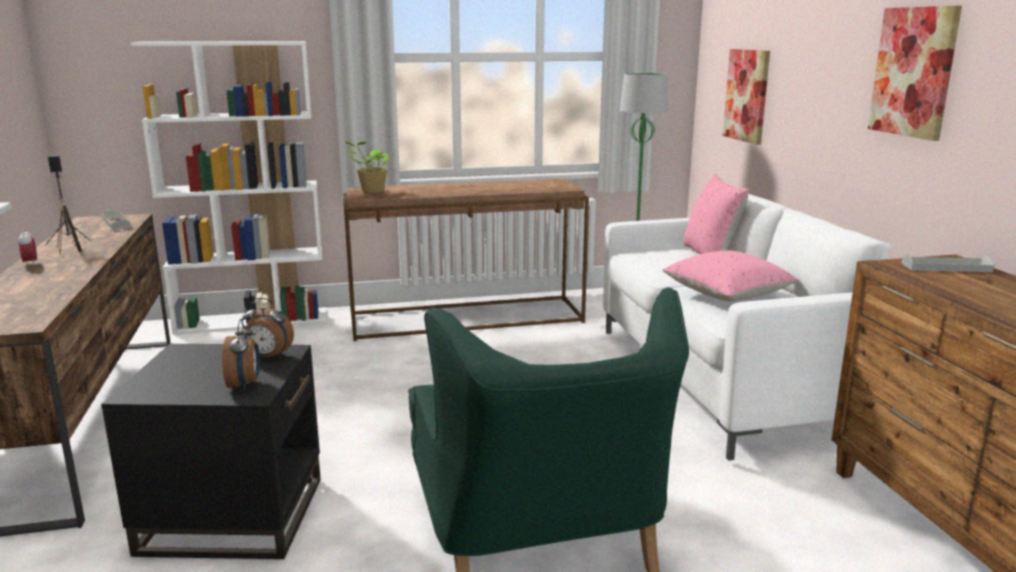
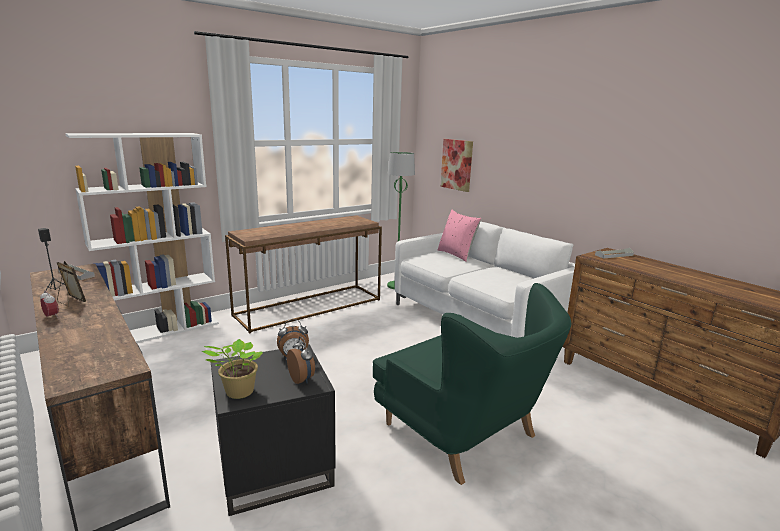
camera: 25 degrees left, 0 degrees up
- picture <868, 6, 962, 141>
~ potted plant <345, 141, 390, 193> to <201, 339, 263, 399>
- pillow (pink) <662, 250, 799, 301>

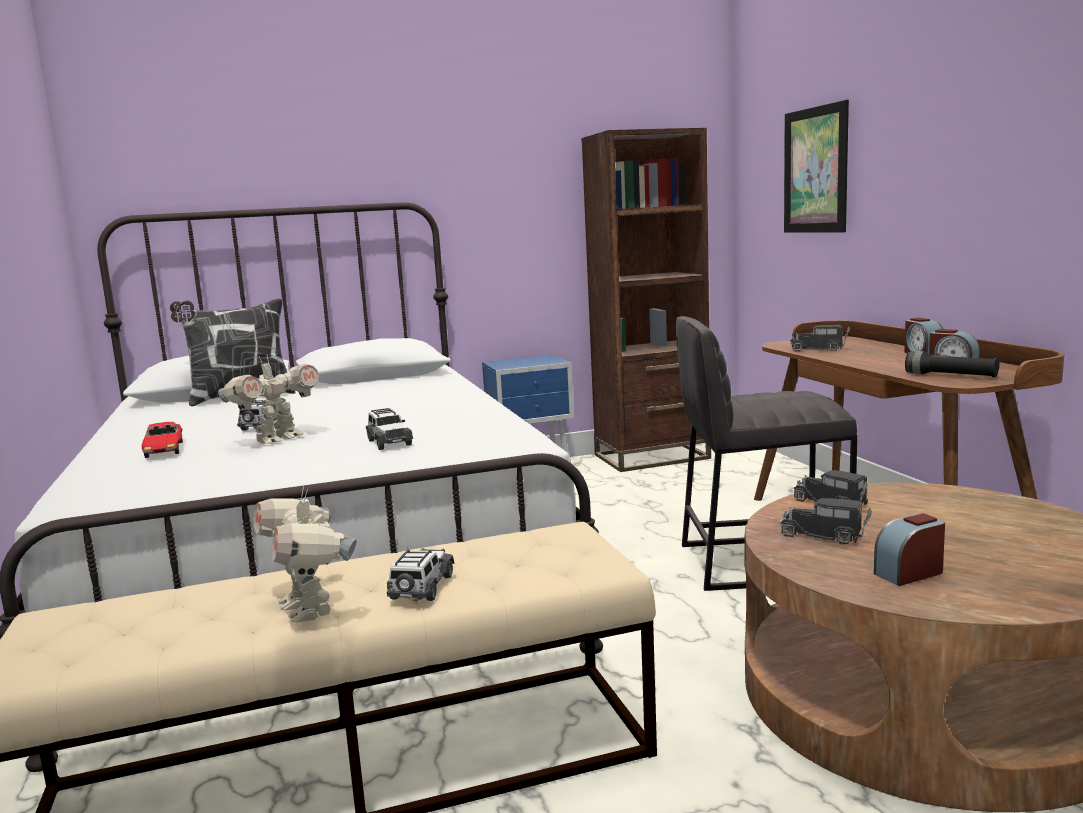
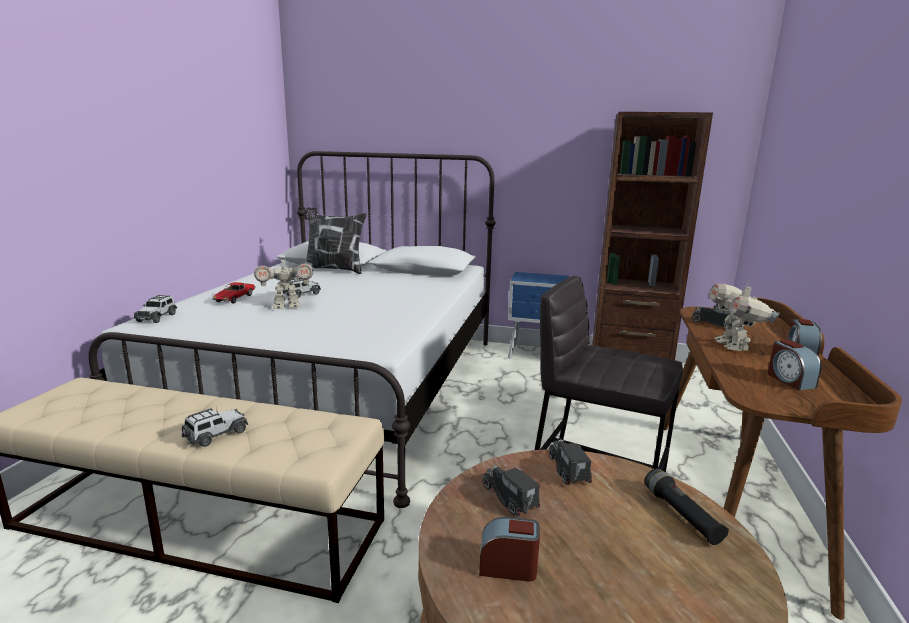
camera: 30 degrees right, 5 degrees up
- picture <784, 100, 849, 233>
~ flashlight (black) <905, 351, 1000, 378> to <645, 468, 729, 545>
~ toy car <366, 407, 413, 450> to <134, 295, 177, 323>
~ toy robot <253, 486, 357, 623> to <709, 281, 780, 351>

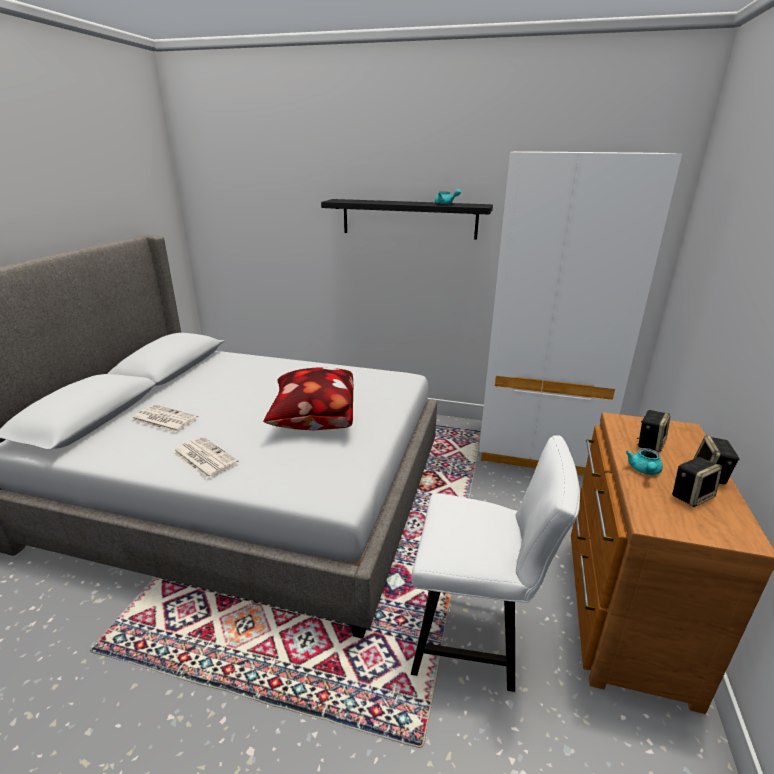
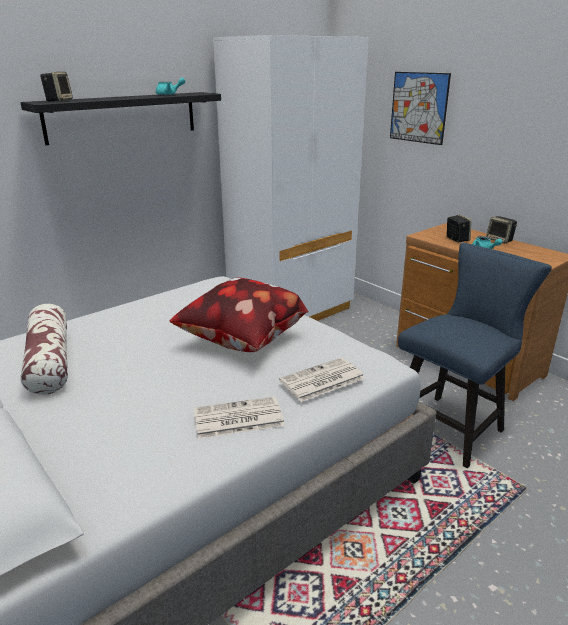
camera: 55 degrees left, 0 degrees up
~ newspaper <132, 404, 198, 433> to <279, 358, 365, 402>
~ chair (white) <411, 435, 580, 692> to chair (blue) <398, 242, 552, 469>
~ speaker <672, 457, 722, 507> to <40, 72, 73, 102>
+ picture <390, 72, 451, 145>
+ pillow <20, 304, 68, 395>

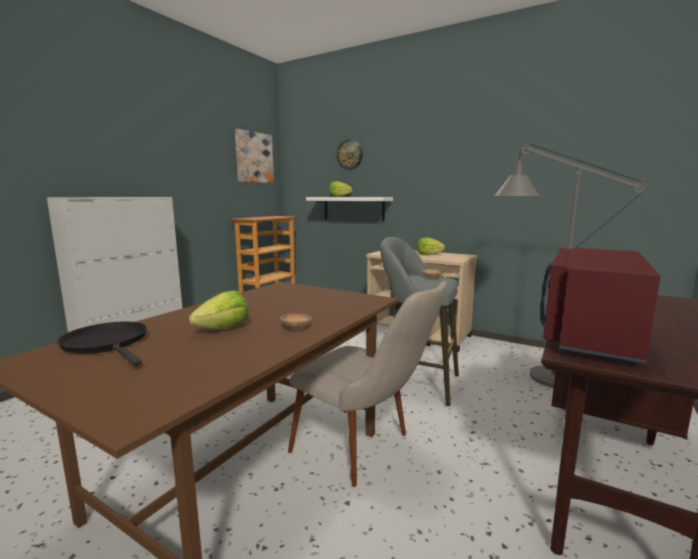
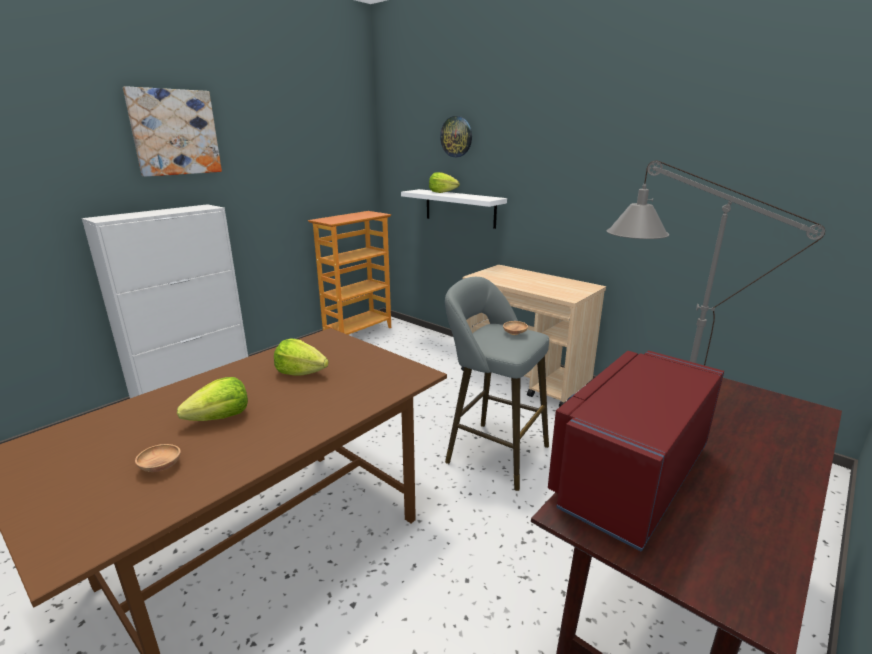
camera: 10 degrees right, 10 degrees up
~ picture <235, 129, 274, 183> to <123, 86, 222, 177>
~ lettuce <417, 237, 445, 255> to <274, 338, 329, 376>
- chair (beige) <288, 281, 447, 487>
~ bowl (brown) <280, 314, 312, 329> to <135, 444, 181, 472>
- frying pan (black) <57, 321, 147, 366>

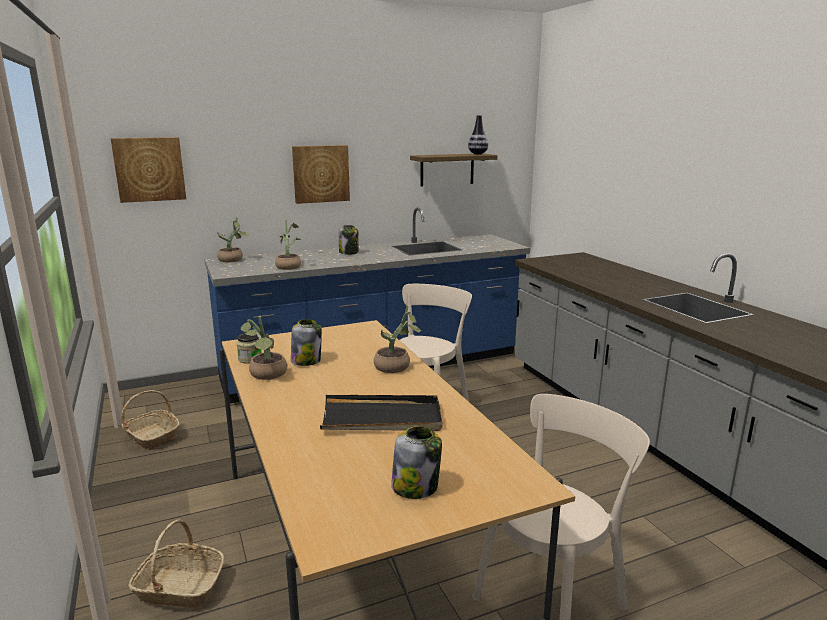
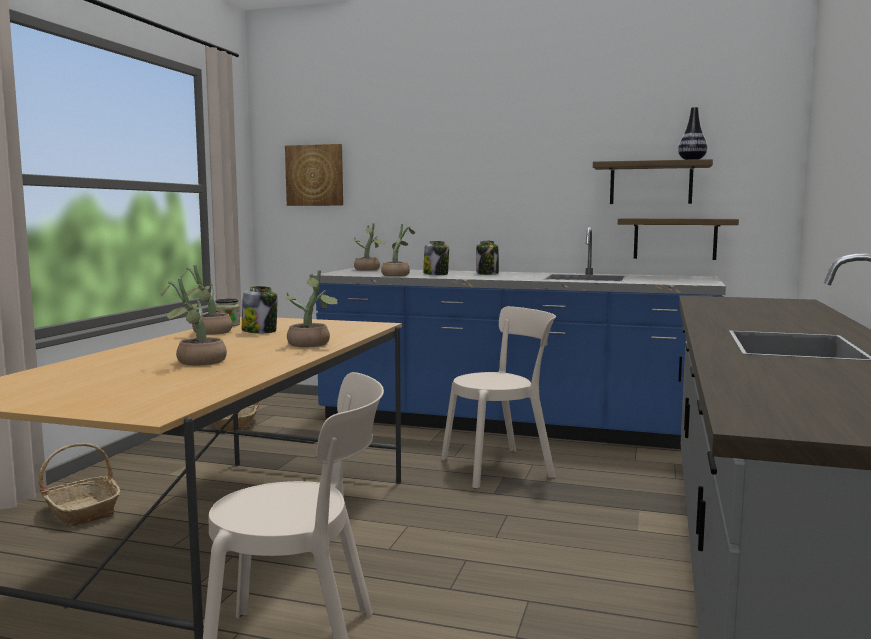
camera: 40 degrees right, 10 degrees down
- picture <292, 145, 350, 204>
~ tray (black) <320, 395, 443, 431> to potted plant <161, 278, 227, 366>
~ jar <391, 426, 442, 499> to <423, 241, 449, 275>
+ shelf <618, 219, 739, 260>

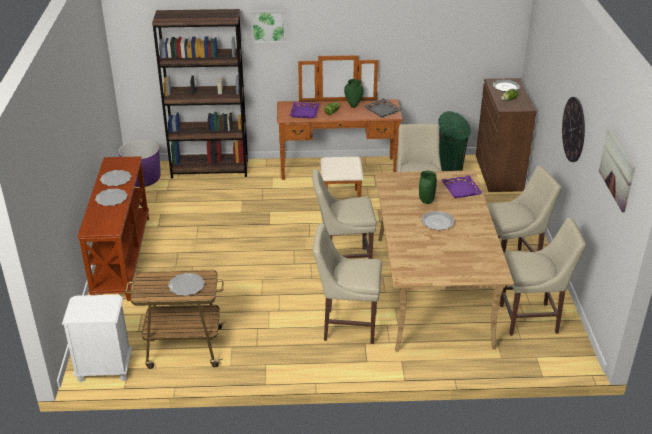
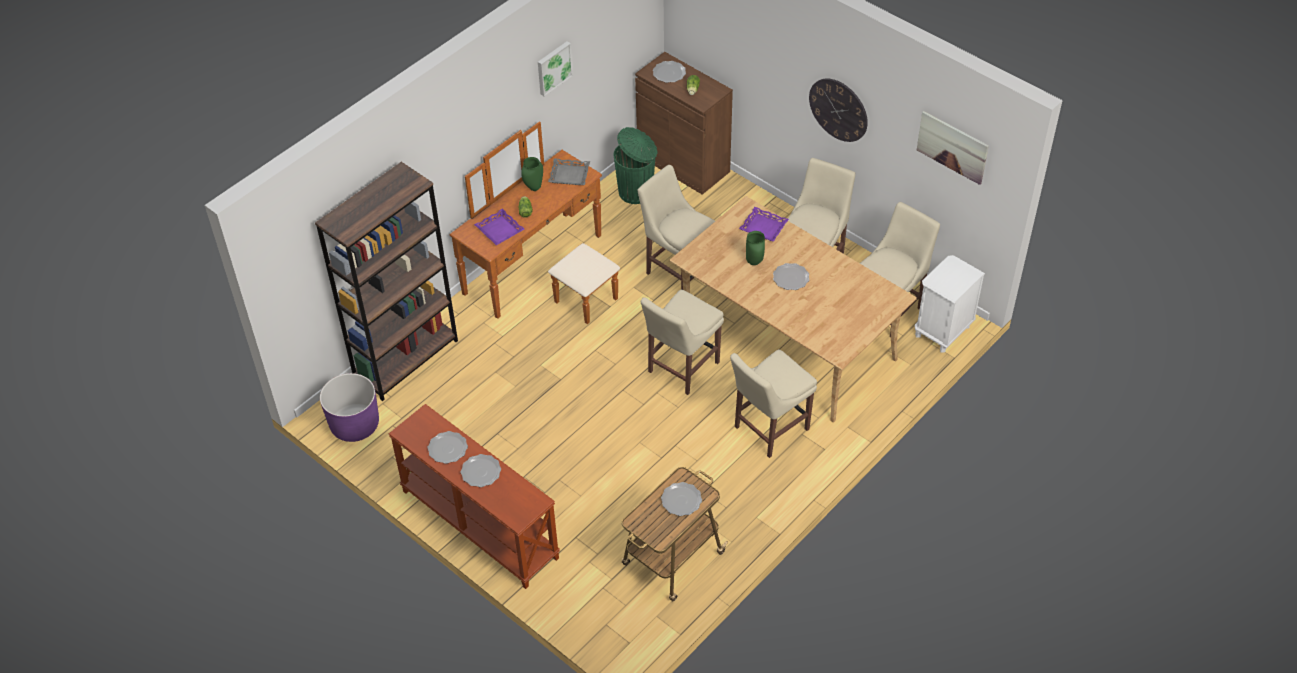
camera: 45 degrees left, 15 degrees up
~ picture <251, 10, 285, 43> to <538, 41, 573, 96>
~ nightstand (white) <62, 295, 132, 383> to <915, 255, 985, 353>

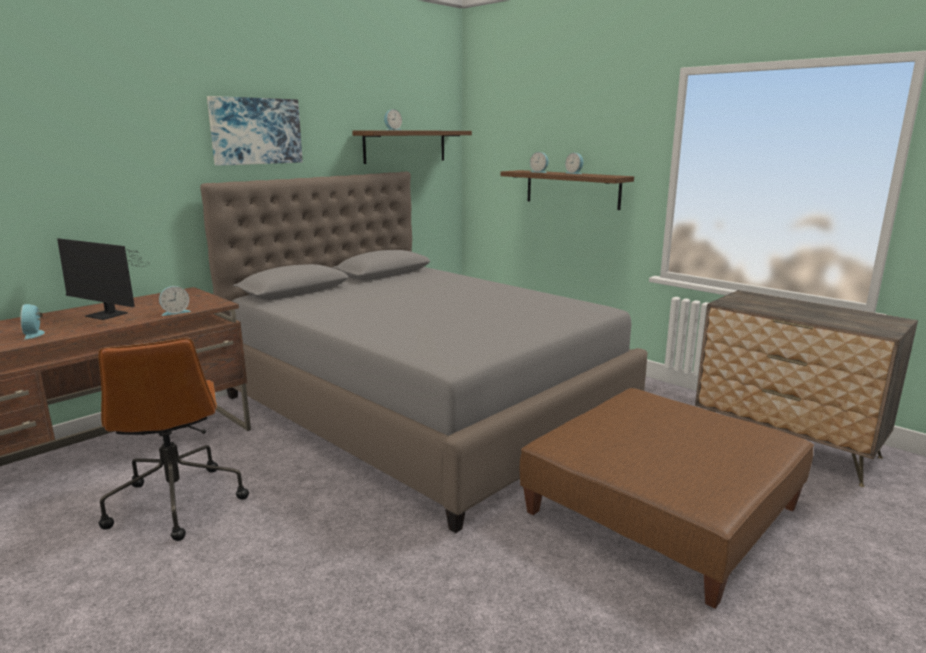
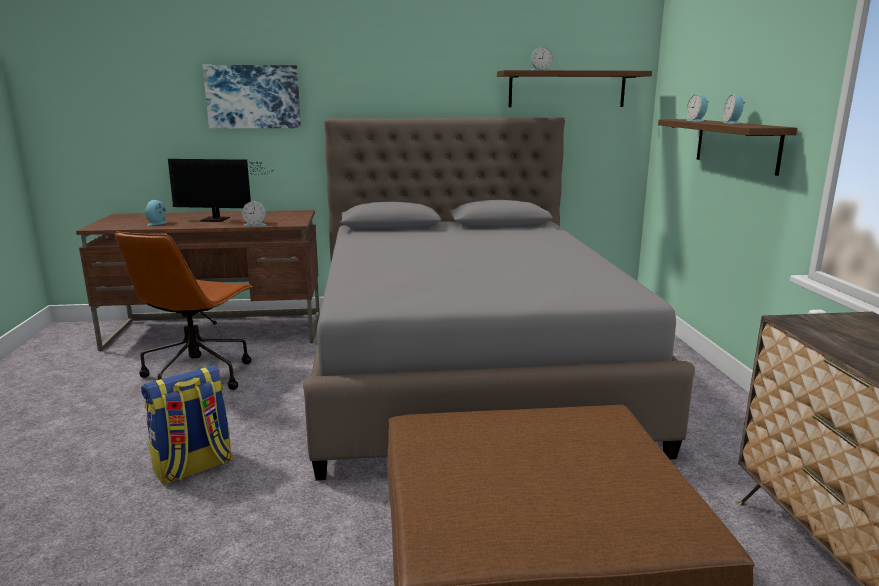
camera: 40 degrees right, 0 degrees up
~ picture <207, 96, 303, 166> to <202, 65, 301, 129>
~ monitor <57, 238, 150, 320> = <168, 159, 267, 222> 60 degrees counterclockwise
+ backpack <141, 365, 233, 485>

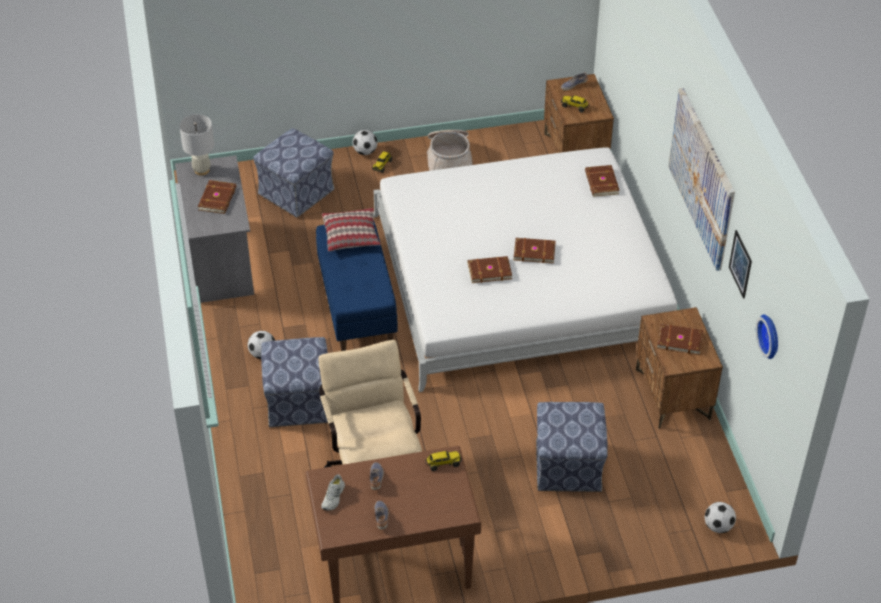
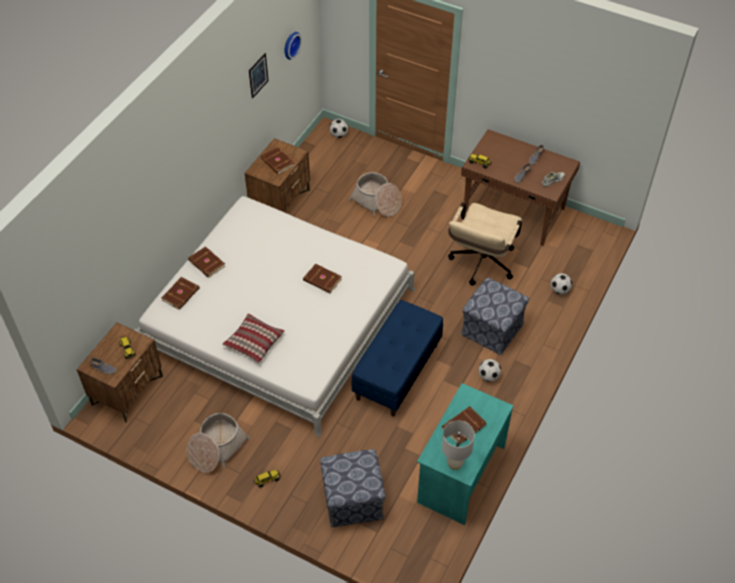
camera: 140 degrees left, 5 degrees up
- picture <668, 88, 735, 271>
~ football <353, 130, 377, 155> to <551, 273, 572, 294>
~ desk (grey) <175, 155, 254, 303> to desk (turquoise) <417, 383, 514, 525>
~ pillow <322, 208, 380, 251> to <222, 313, 284, 364>
~ book (brown) <513, 238, 556, 263> to <188, 246, 225, 278>
~ ottoman <536, 402, 608, 492> to basket <349, 172, 402, 217>

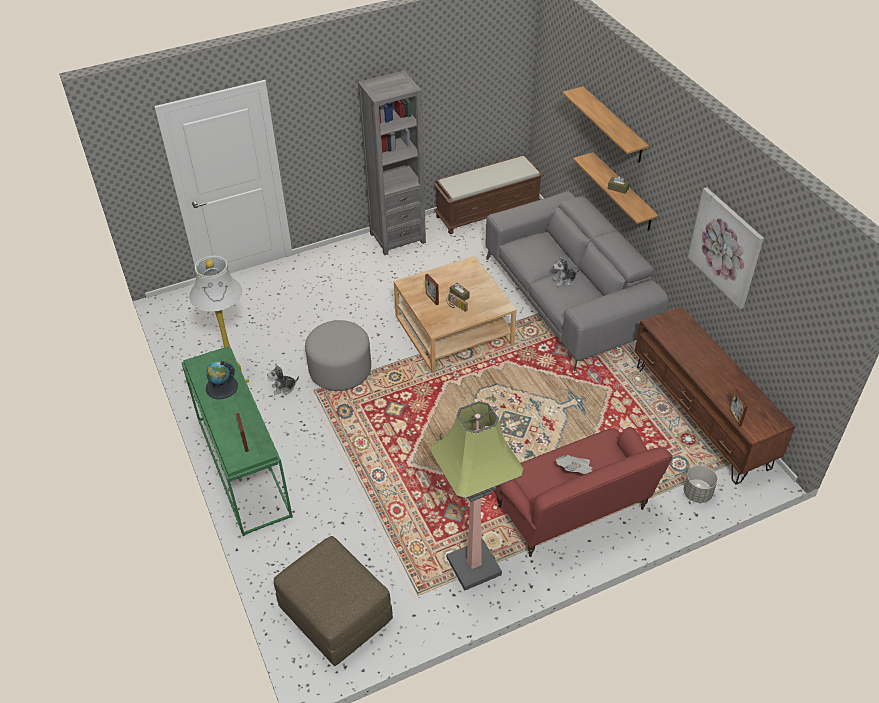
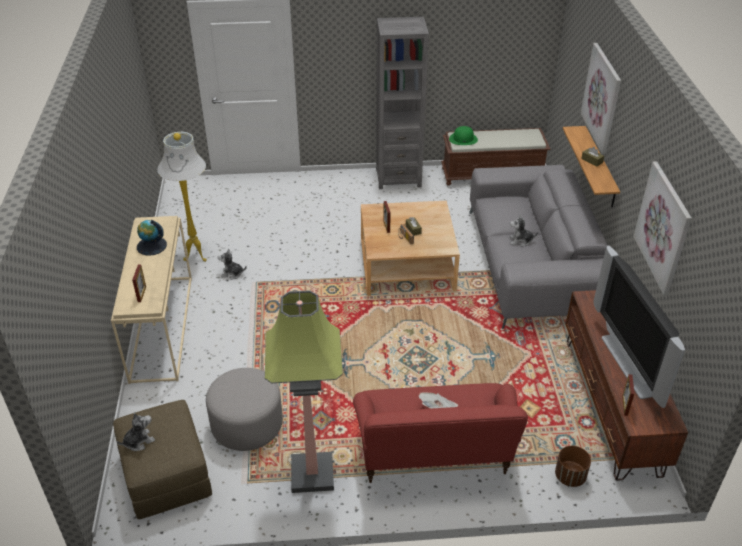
camera: 20 degrees right, 5 degrees down
~ shelf <562, 86, 649, 163> to picture <580, 43, 621, 154>
~ ottoman (grey) <305, 320, 371, 391> to <206, 368, 283, 451>
~ console table (green) <181, 346, 293, 536> to console table (beige) <111, 216, 192, 384>
~ planter (grey) <684, 465, 718, 503> to planter (brown) <555, 446, 591, 487>
+ hat (green) <449, 126, 478, 145>
+ television <593, 245, 685, 408>
+ plush toy <117, 413, 155, 451>

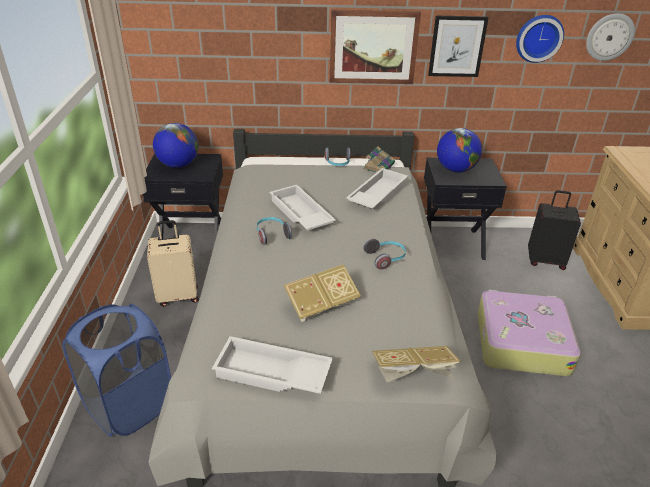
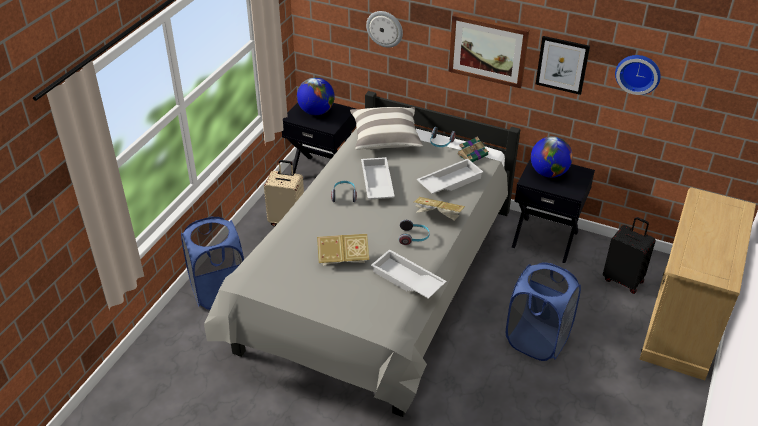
camera: 25 degrees right, 5 degrees up
~ wall clock <586, 13, 635, 61> to <366, 11, 403, 48>
~ suitcase <477, 290, 581, 376> to laundry basket (blue) <506, 262, 581, 361>
~ tray (white) <212, 336, 333, 393> to <371, 249, 447, 299>
~ book <372, 346, 461, 382> to <414, 197, 465, 221>
+ pillow <350, 107, 423, 150>

